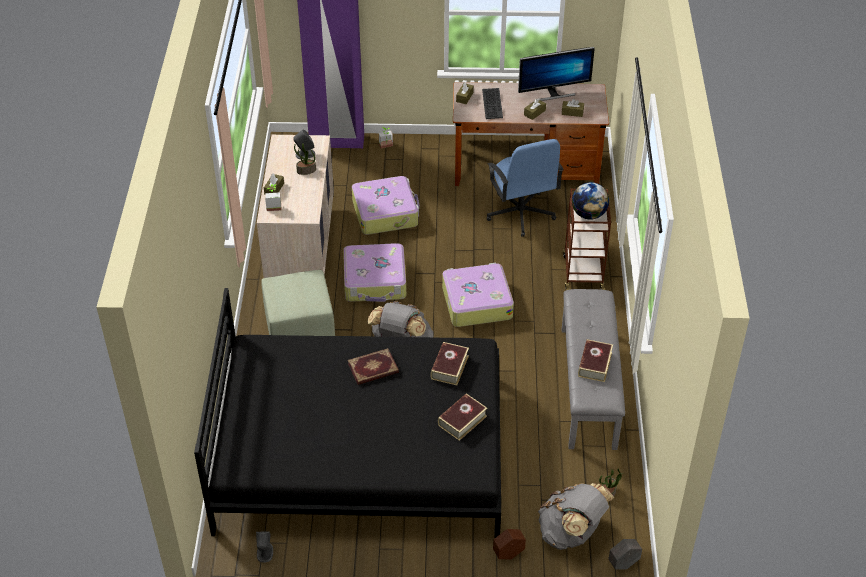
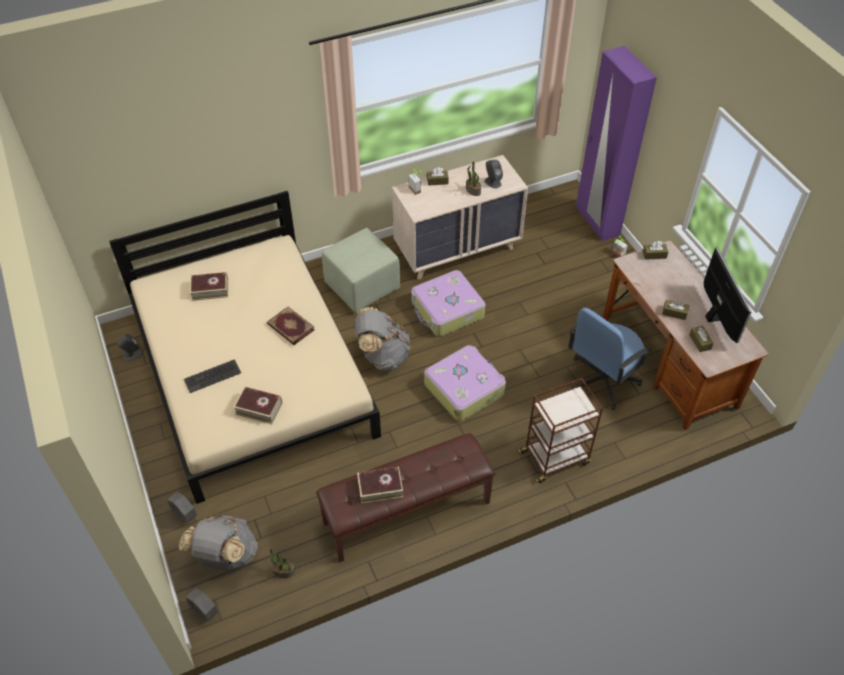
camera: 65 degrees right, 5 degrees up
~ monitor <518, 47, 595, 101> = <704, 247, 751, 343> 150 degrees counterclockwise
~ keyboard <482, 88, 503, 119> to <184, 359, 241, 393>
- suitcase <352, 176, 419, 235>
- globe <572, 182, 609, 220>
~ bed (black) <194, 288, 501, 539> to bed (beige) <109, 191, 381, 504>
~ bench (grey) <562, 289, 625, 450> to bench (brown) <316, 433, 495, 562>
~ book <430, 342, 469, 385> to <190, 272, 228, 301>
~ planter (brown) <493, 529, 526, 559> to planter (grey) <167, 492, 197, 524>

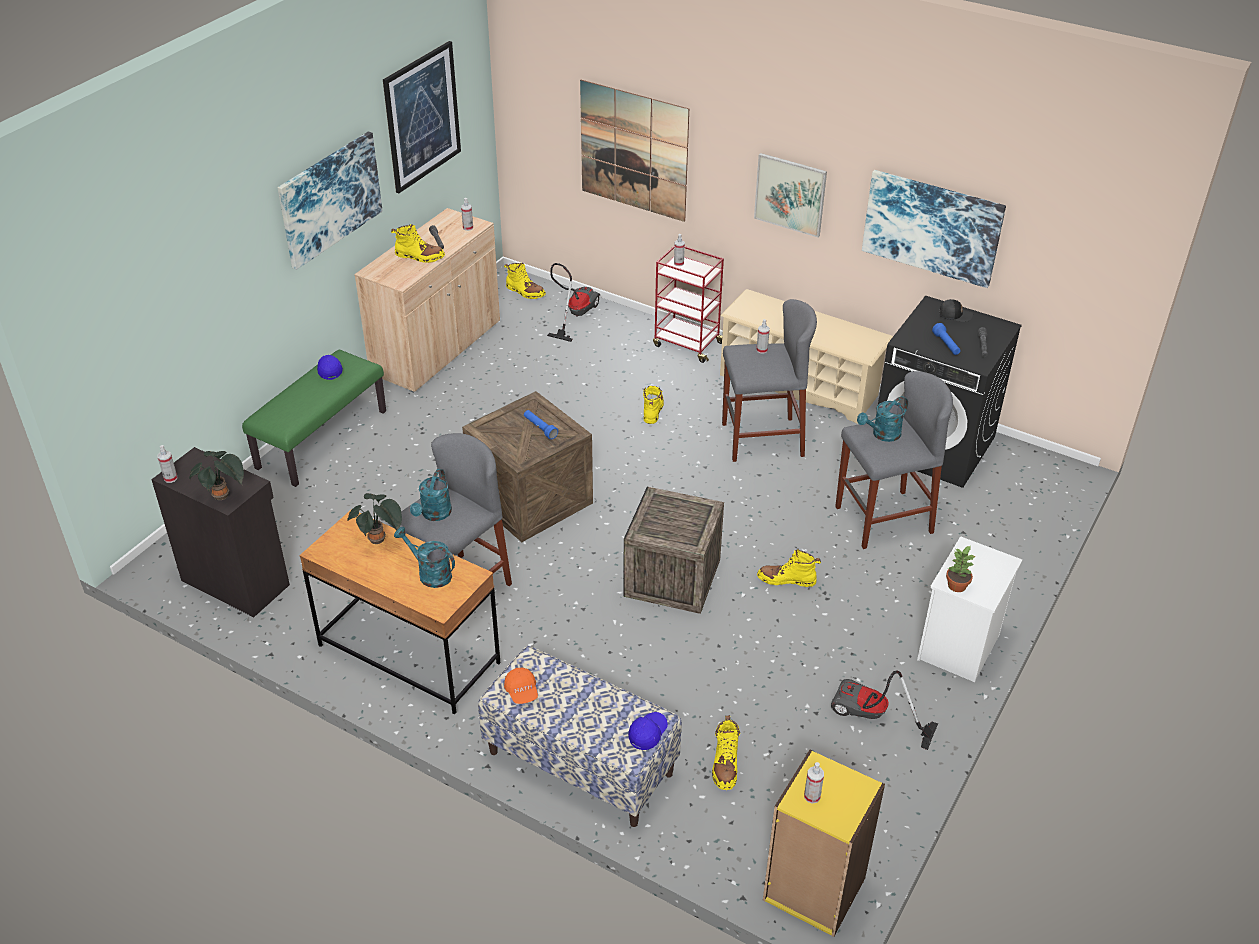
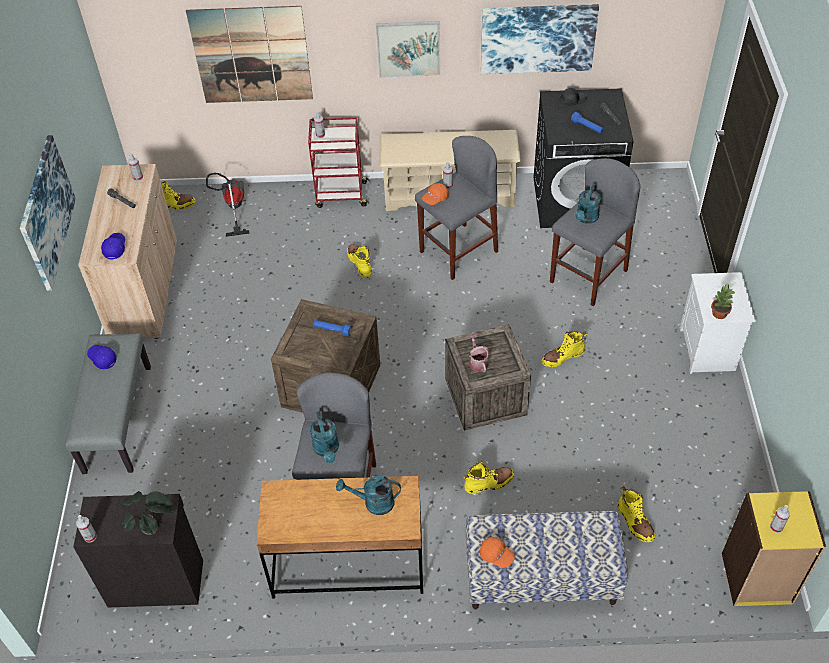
camera: 30 degrees left, 10 degrees up
- picture <383, 41, 461, 193>
~ boot (yellow) <391, 224, 445, 263> to <463, 462, 514, 494>
~ bench (green) <242, 350, 386, 487> to bench (grey) <66, 333, 151, 474>
- potted plant <347, 493, 402, 544>
- vacuum cleaner <831, 670, 938, 750>
~ cap (blue) <628, 712, 668, 750> to <101, 233, 125, 260>
+ cap (orange) <422, 183, 449, 205>
+ watering can <469, 334, 489, 373>

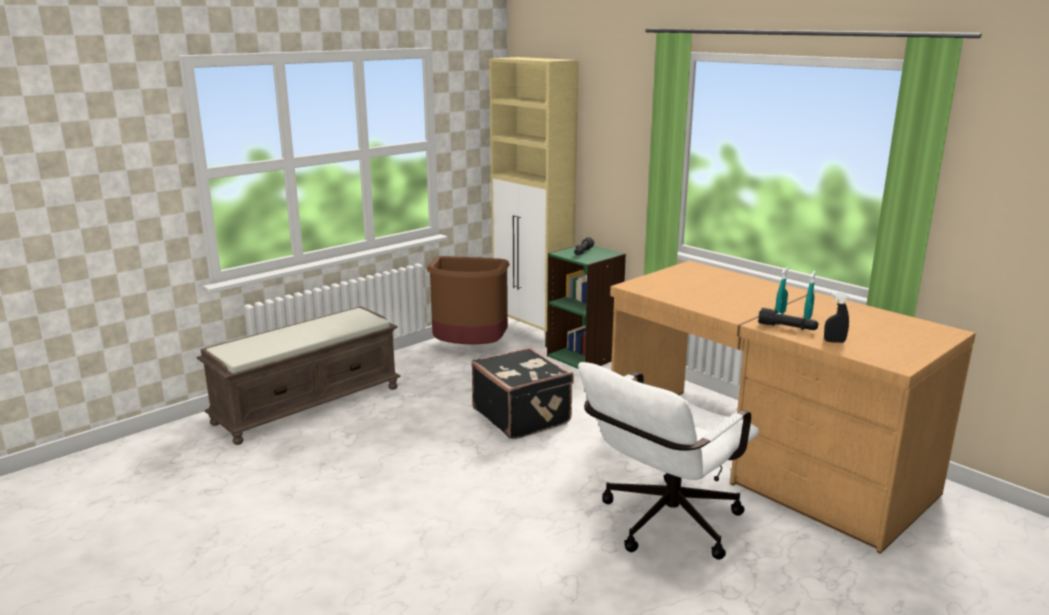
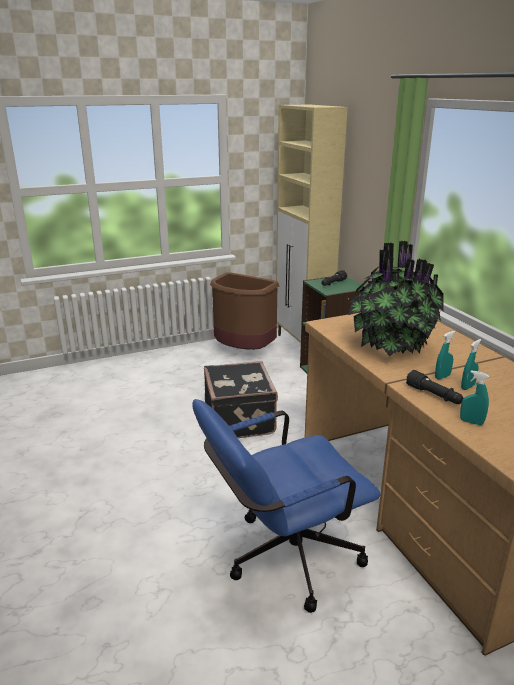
camera: 20 degrees right, 5 degrees up
~ spray bottle (black) <824, 293, 849, 343> to spray bottle (turquoise) <460, 370, 489, 425>
- bench (brown) <197, 306, 401, 445>
~ office chair (white) <578, 362, 759, 560> to office chair (blue) <193, 399, 381, 613>
+ potted plant <349, 241, 444, 356>

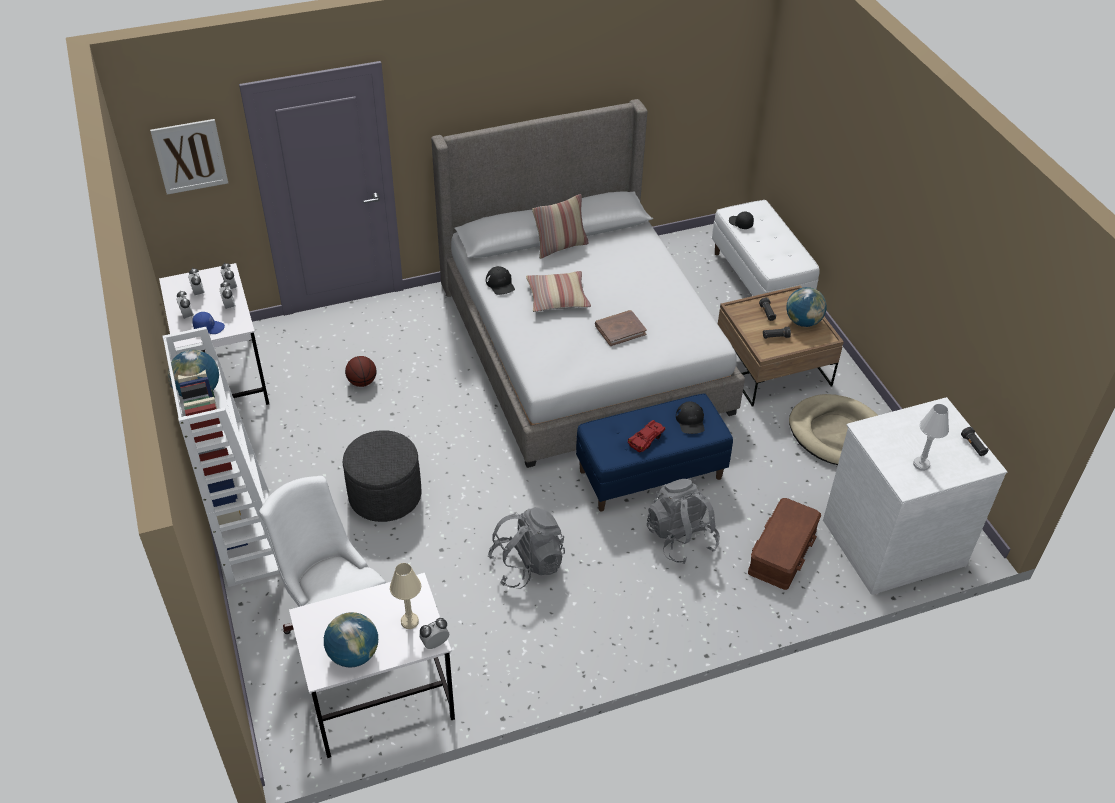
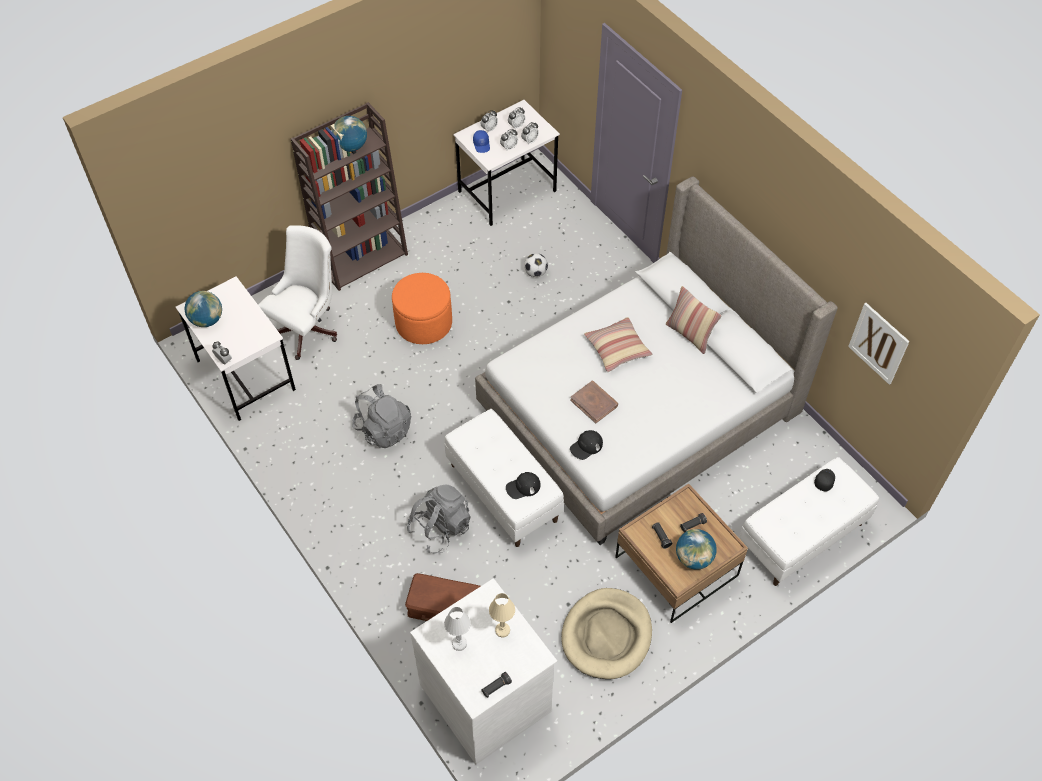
camera: 75 degrees right, 10 degrees up
~ picture <150, 119, 228, 195> to <848, 303, 910, 385>
~ cap (black) <486, 266, 515, 295> to <570, 430, 603, 460>
~ bookcase (white) <162, 327, 280, 587> to bookcase (brown) <291, 102, 408, 291>
~ basketball <345, 356, 376, 387> to football <524, 253, 548, 277>
~ bench (blue) <576, 393, 733, 512> to bench (white) <445, 409, 564, 547>
- toy car (red) <628, 420, 665, 453>
~ ottoman (grey) <343, 430, 421, 522> to ottoman (orange) <392, 273, 452, 344>
~ table lamp (beige) <390, 563, 421, 629> to <489, 593, 515, 638>

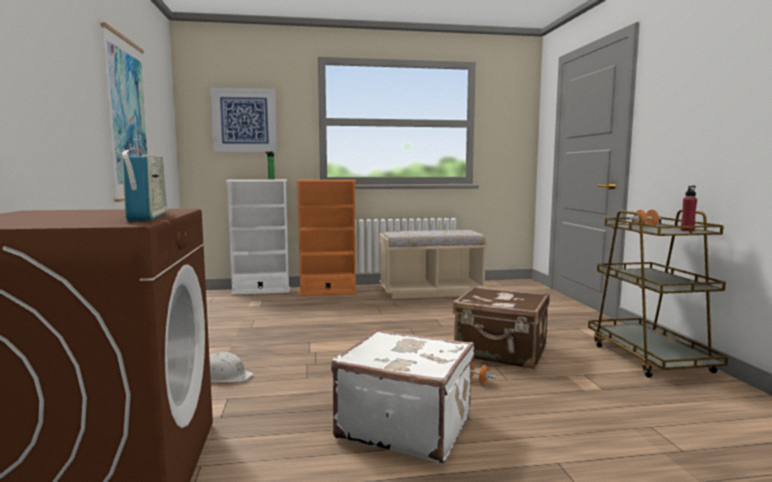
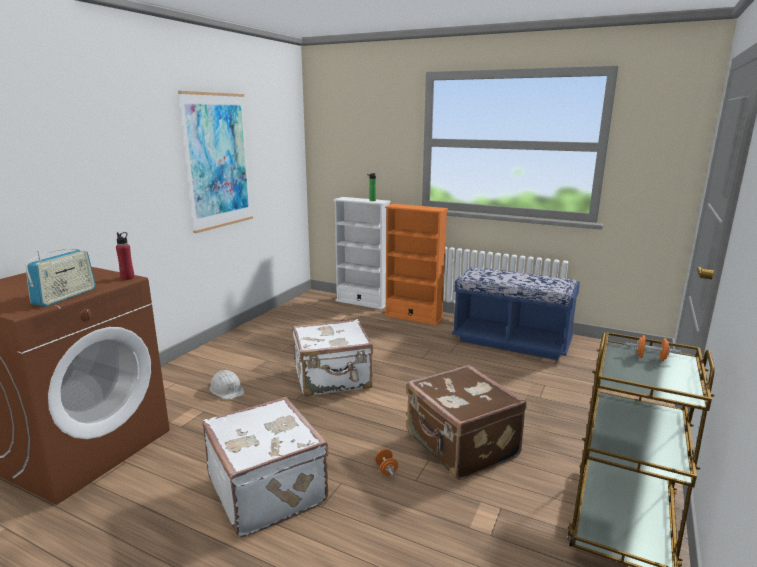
camera: 35 degrees right, 10 degrees up
- picture <211, 87, 277, 152>
~ bottle (red) <681, 186, 697, 231> to <116, 232, 135, 280>
~ bench (beige) <379, 230, 488, 299> to bench (blue) <452, 267, 580, 360>
+ suitcase (white) <293, 319, 373, 397>

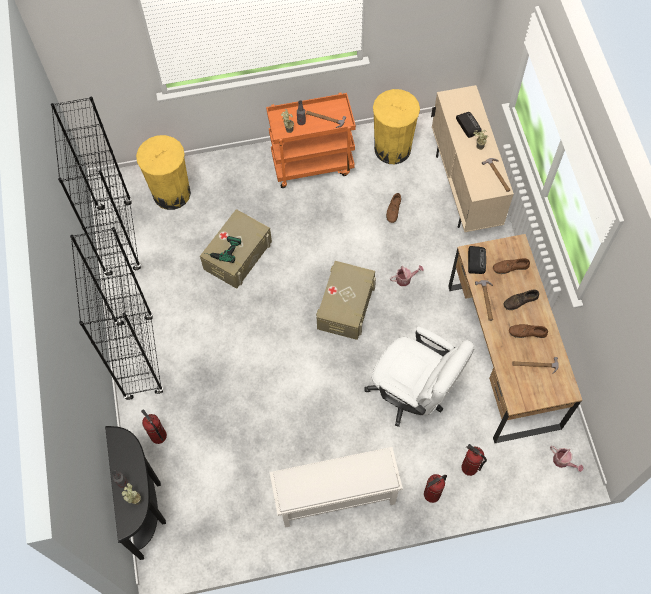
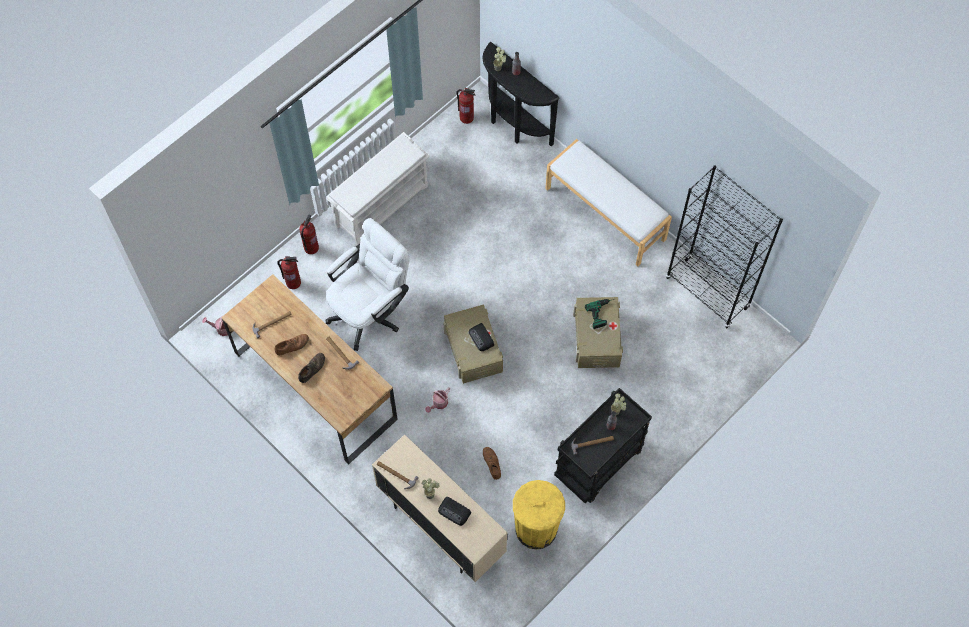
camera: 145 degrees right, 0 degrees up
~ cart (orange) <266, 93, 356, 188> to cart (black) <554, 388, 652, 504>
- trash can (yellow) <136, 135, 191, 210>
~ bookcase (black) <70, 227, 164, 400> to bench (white) <545, 139, 672, 266>
~ radio <468, 246, 486, 274> to <469, 323, 494, 351>
- shoe (brown) <493, 258, 530, 274>
~ office chair (white) <364, 327, 475, 427> = <326, 218, 409, 351> 135 degrees clockwise
~ fire extinguisher <141, 409, 167, 444> to <456, 88, 476, 124>

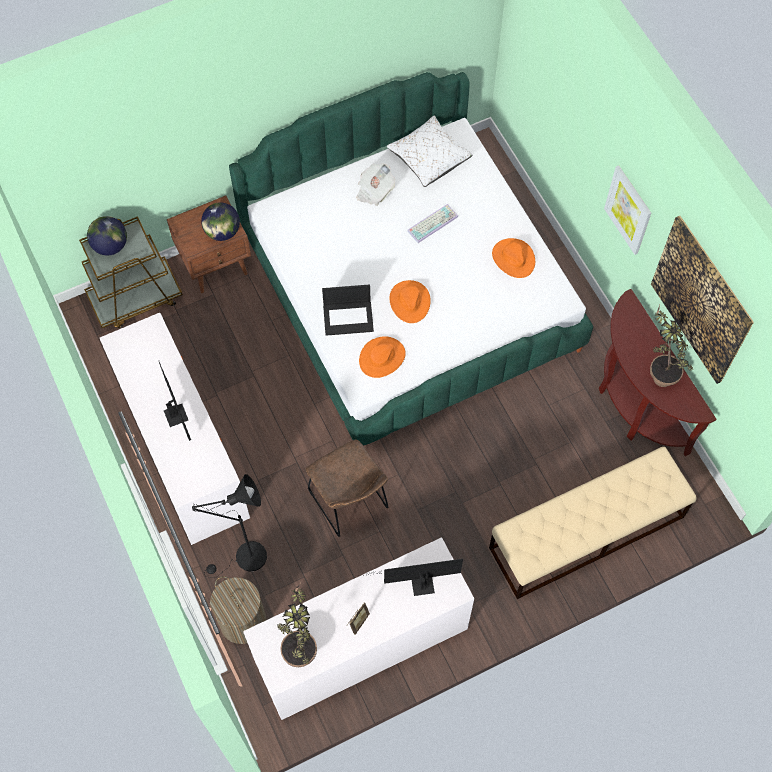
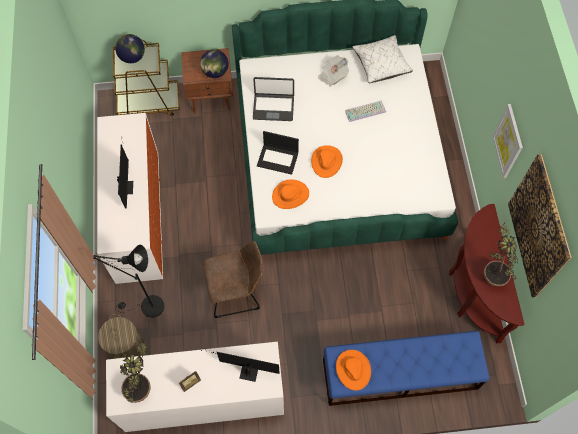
camera: 20 degrees right, 0 degrees up
~ hat (orange) <492, 238, 535, 278> to <336, 350, 371, 391>
~ chair (brown) <306, 439, 389, 537> = <204, 241, 263, 318> 90 degrees counterclockwise
~ bench (beige) <489, 447, 696, 599> to bench (blue) <323, 331, 489, 406>
+ laptop <253, 77, 294, 121>

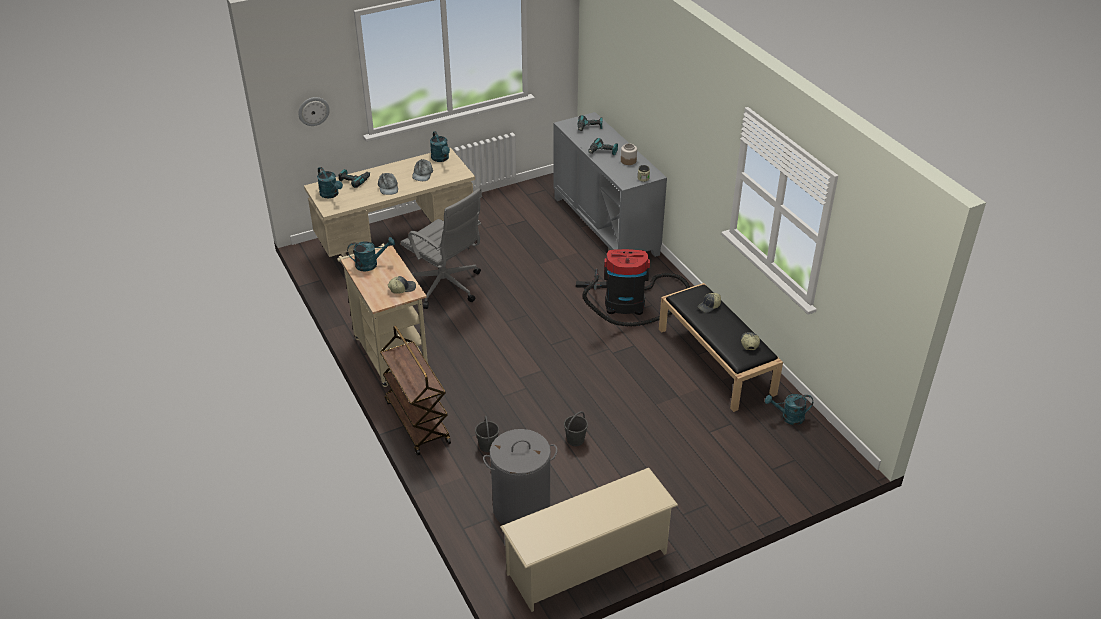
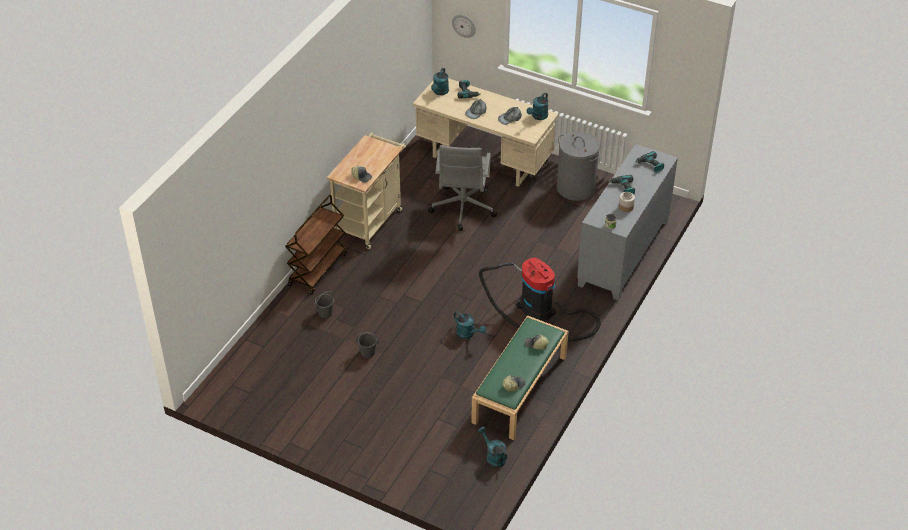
camera: 55 degrees right, 5 degrees up
~ watering can (turquoise) <347, 237, 395, 271> to <454, 311, 486, 339>
~ bench (black) <659, 283, 783, 412> to bench (green) <471, 315, 569, 440>
~ laundry basket (grey) <483, 429, 557, 525> to <557, 132, 600, 201>
- shoe rack (beige) <500, 468, 678, 612>

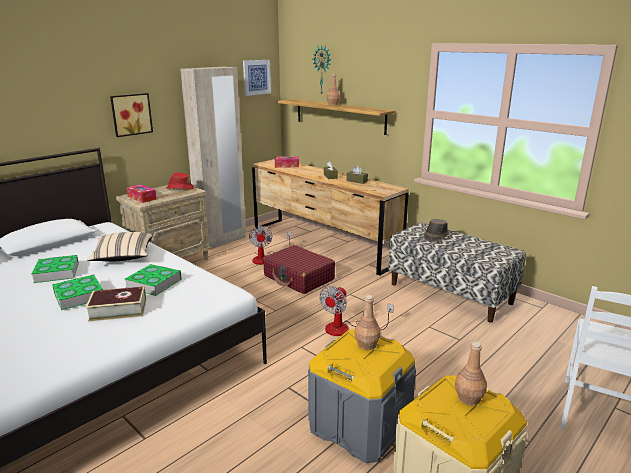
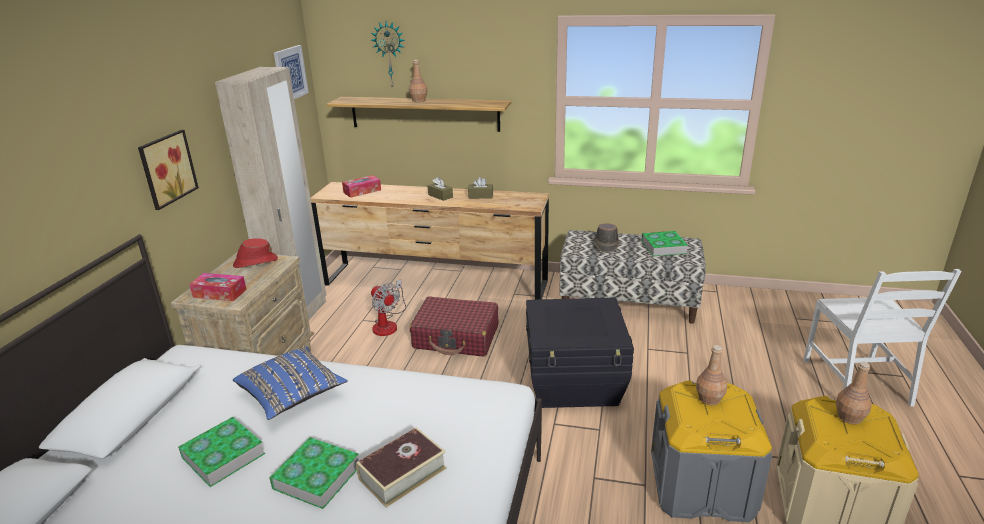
camera: 30 degrees left, 5 degrees up
~ pillow (beige) <87, 232, 153, 262> to pillow (blue) <233, 346, 347, 420>
~ book <125, 264, 182, 296> to <641, 231, 688, 256>
~ fan <319, 286, 394, 336> to storage box (black) <526, 298, 634, 408>

